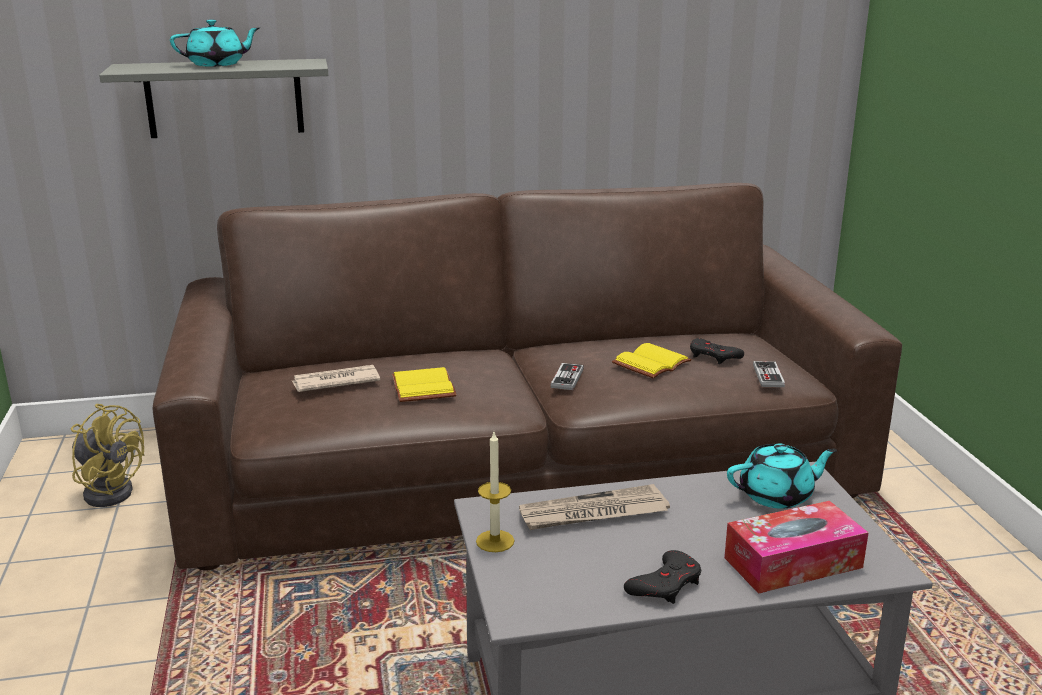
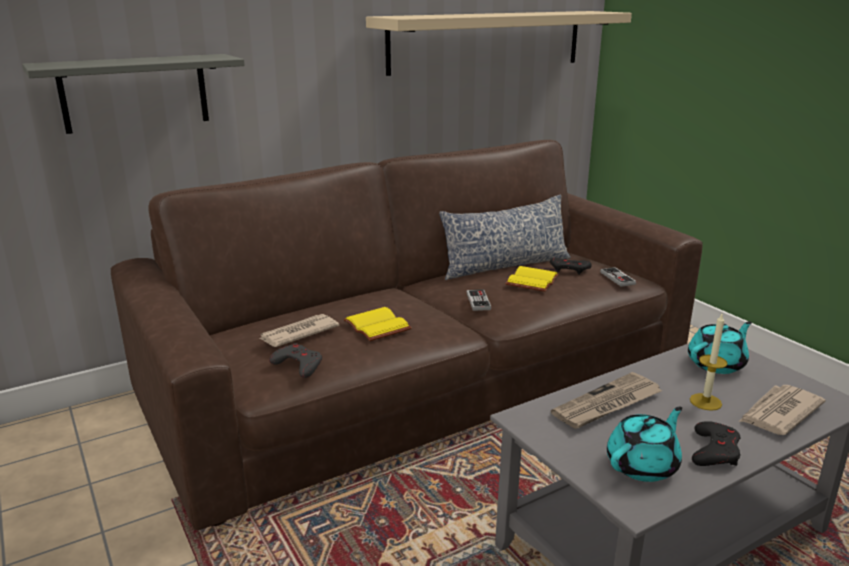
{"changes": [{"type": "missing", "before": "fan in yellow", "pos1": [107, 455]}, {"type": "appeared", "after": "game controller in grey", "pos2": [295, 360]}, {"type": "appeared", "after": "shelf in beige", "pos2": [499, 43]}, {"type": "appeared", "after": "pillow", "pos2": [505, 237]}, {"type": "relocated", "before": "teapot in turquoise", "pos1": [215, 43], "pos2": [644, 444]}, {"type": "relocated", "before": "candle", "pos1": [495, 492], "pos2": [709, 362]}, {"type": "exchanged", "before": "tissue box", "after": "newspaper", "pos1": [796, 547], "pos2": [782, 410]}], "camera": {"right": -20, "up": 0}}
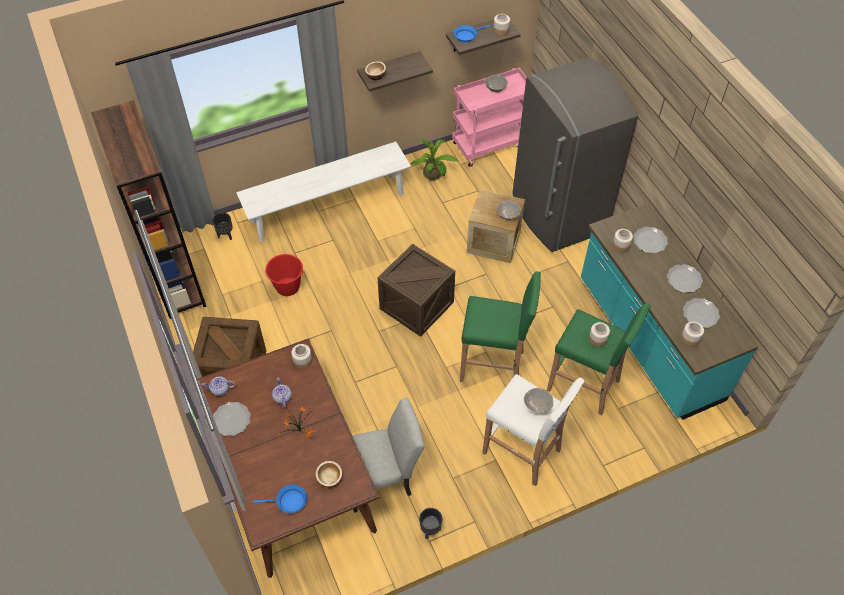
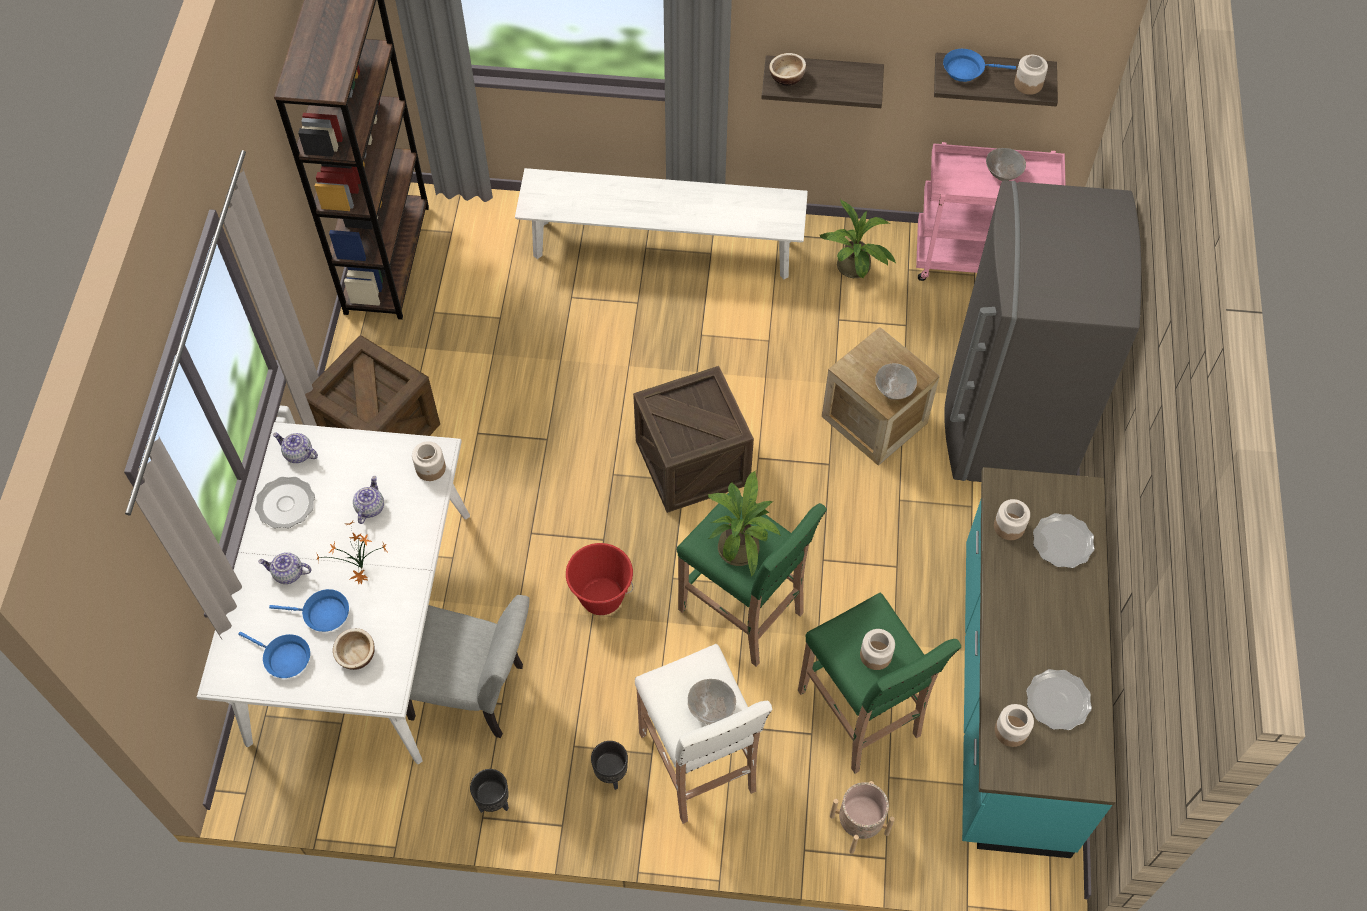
{"changes": [{"type": "missing", "before": "plate", "pos1": [685, 278]}, {"type": "appeared", "after": "teapot", "pos2": [284, 568]}, {"type": "appeared", "after": "frying pan in blue", "pos2": [309, 610]}, {"type": "appeared", "after": "potted plant", "pos2": [744, 524]}, {"type": "appeared", "after": "planter in beige", "pos2": [862, 817]}, {"type": "relocated", "before": "planter in black", "pos1": [222, 226], "pos2": [609, 765]}, {"type": "relocated", "before": "bucket in red", "pos1": [285, 275], "pos2": [599, 579]}, {"type": "colour", "before": "dining table in brown", "after": "dining table in white", "pos1": [288, 458], "pos2": [333, 593]}], "camera": {"right": 30, "up": 5}}
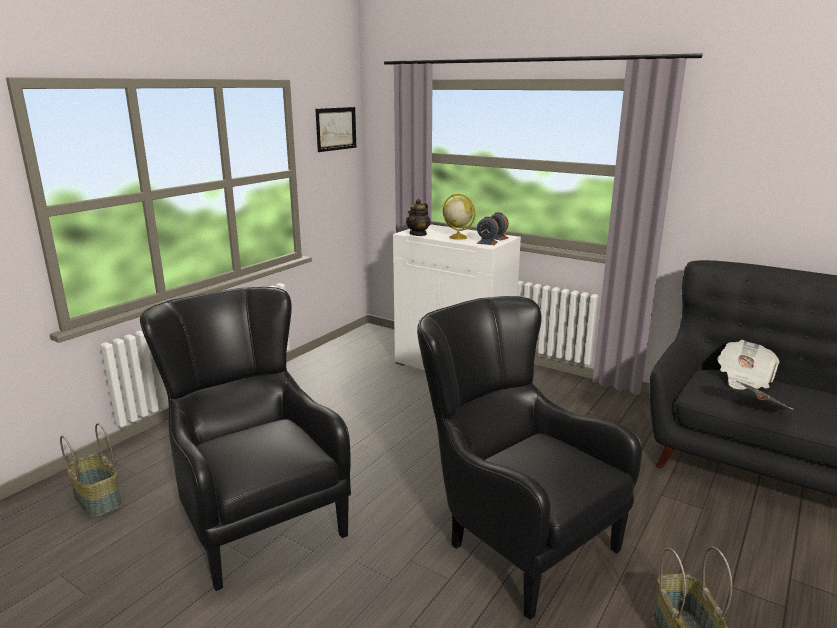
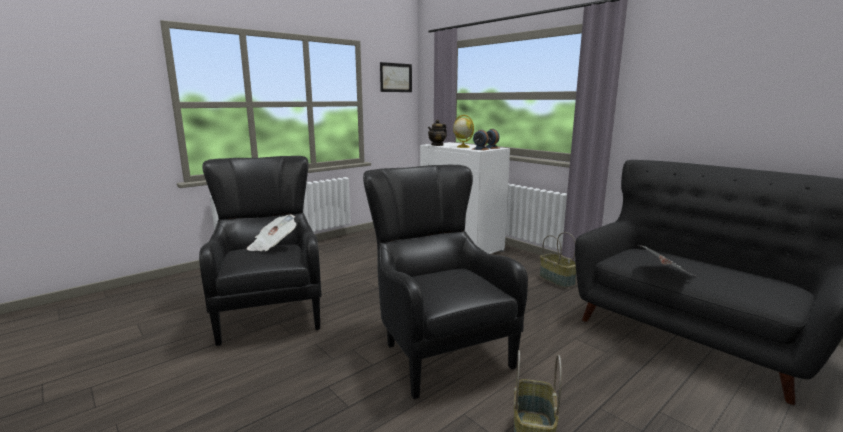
{"changes": [{"type": "relocated", "before": "basket", "pos1": [91, 470], "pos2": [558, 260]}, {"type": "relocated", "before": "newspaper", "pos1": [748, 364], "pos2": [271, 233]}], "camera": {"right": 15, "up": -5}}
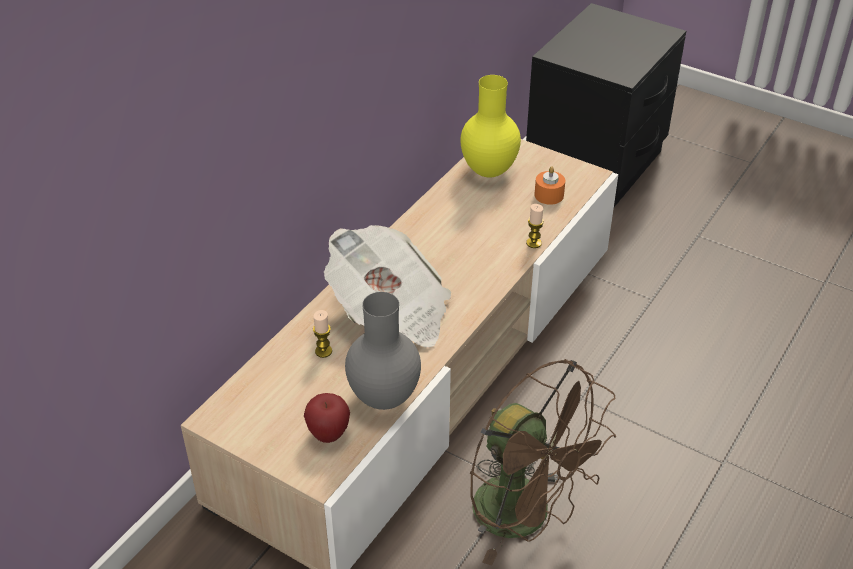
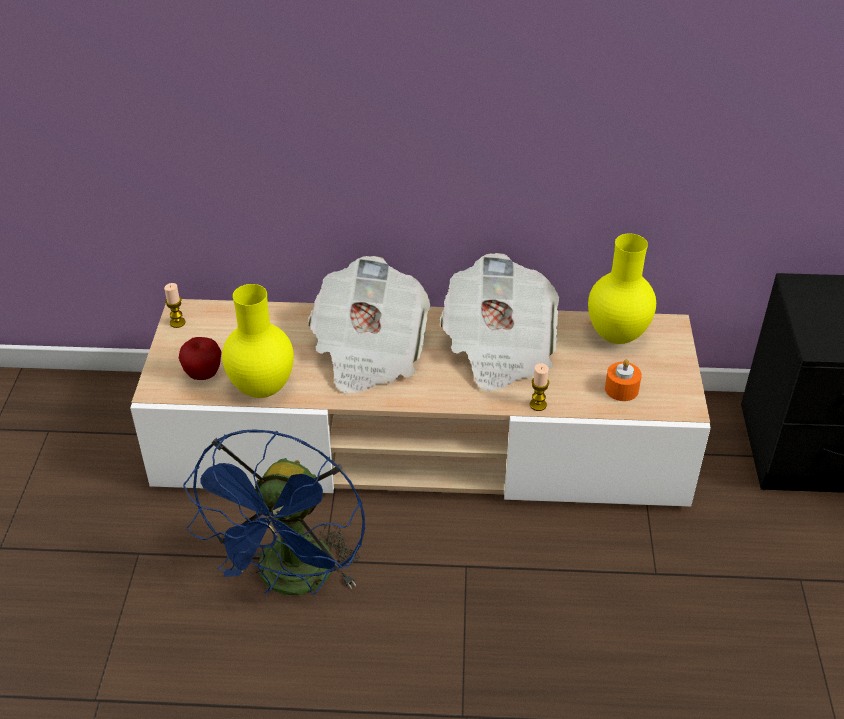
{"changes": [{"type": "appeared", "after": "newspaper", "pos2": [499, 322]}, {"type": "relocated", "before": "candle", "pos1": [322, 334], "pos2": [175, 305]}, {"type": "colour", "before": "vase in grey", "after": "vase in yellow", "pos1": [383, 351], "pos2": [258, 341]}, {"type": "colour", "before": "fan in brown", "after": "fan in blue", "pos1": [543, 462], "pos2": [274, 512]}], "camera": {"right": 60, "up": 0}}
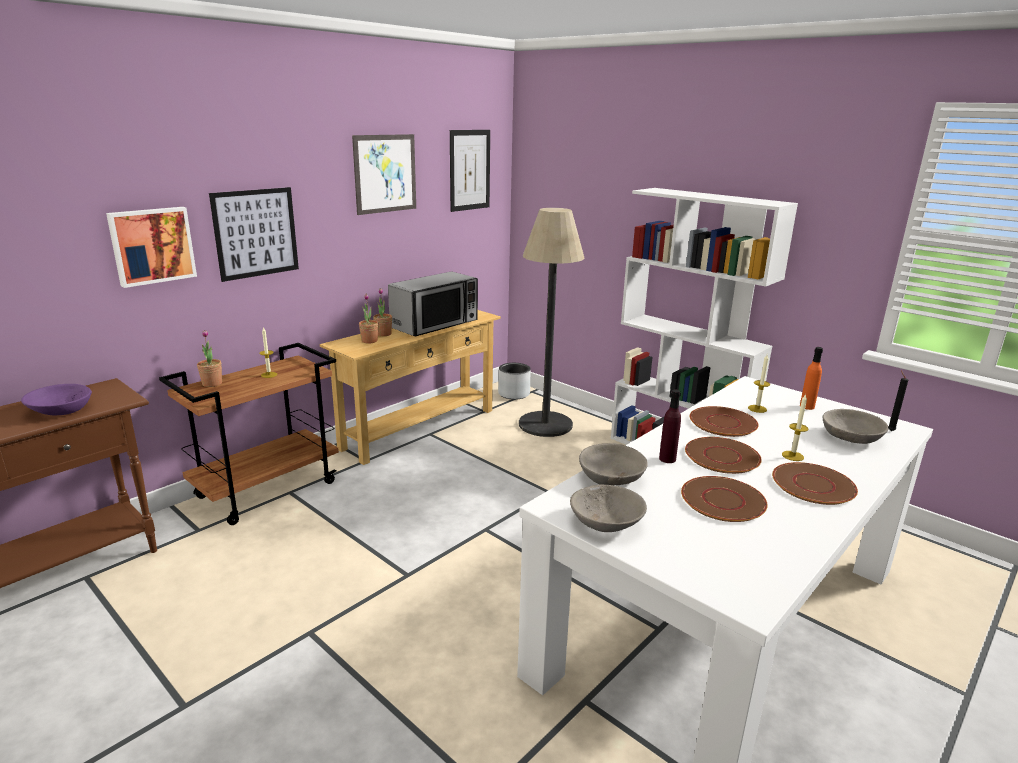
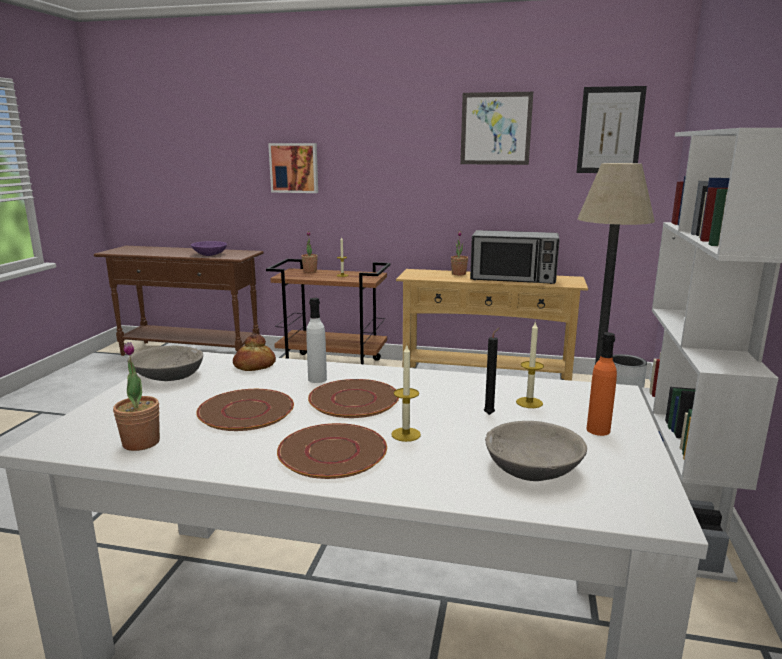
{"changes": [{"type": "missing", "before": "picture", "pos1": [254, 234]}, {"type": "missing", "before": "plate in brown", "pos1": [724, 421]}, {"type": "relocated", "before": "potted plant", "pos1": [369, 318], "pos2": [136, 396]}, {"type": "relocated", "before": "candle in black", "pos1": [898, 401], "pos2": [491, 371]}, {"type": "exchanged", "before": "bowl in grey", "after": "bread", "pos1": [613, 464], "pos2": [254, 352]}, {"type": "colour", "before": "bottle in purple", "after": "bottle in white", "pos1": [670, 426], "pos2": [316, 340]}], "camera": {"right": 60, "up": -5}}
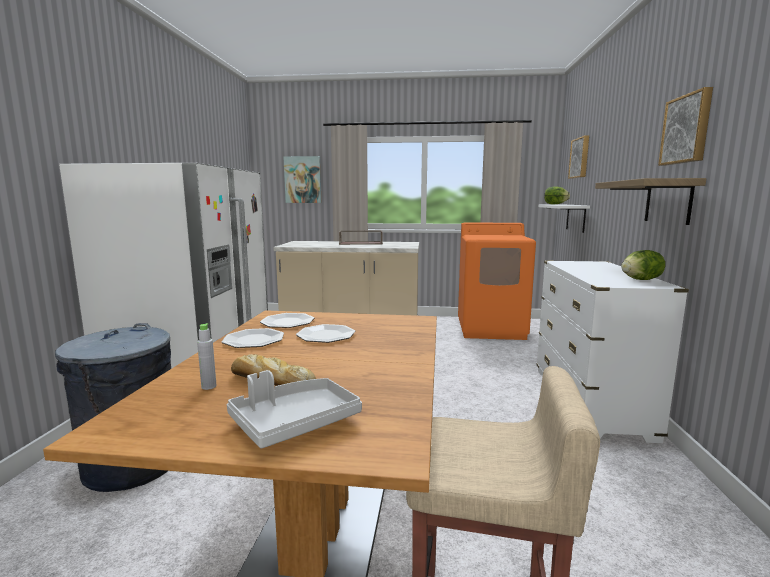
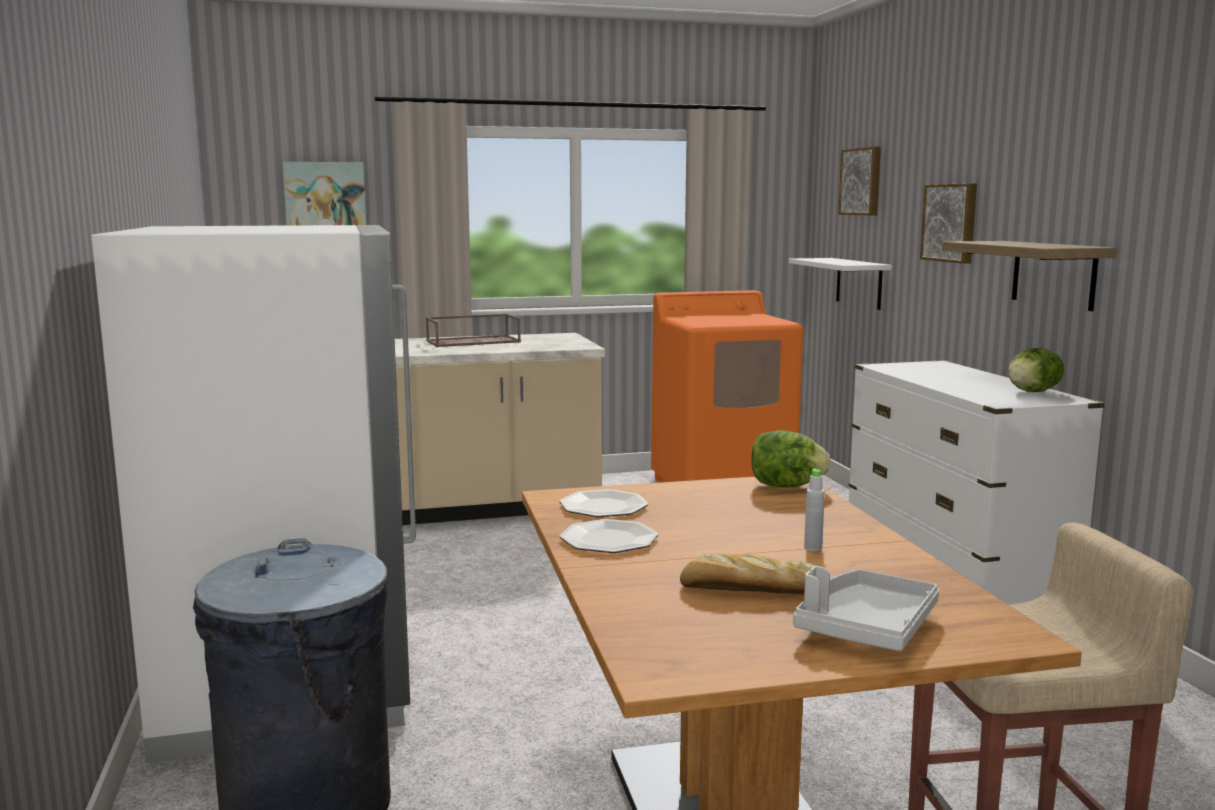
{"changes": [{"type": "missing", "before": "plate", "pos1": [325, 333]}, {"type": "relocated", "before": "bottle in grey", "pos1": [206, 356], "pos2": [814, 509]}, {"type": "relocated", "before": "lettuce", "pos1": [557, 195], "pos2": [791, 458]}, {"type": "relocated", "before": "picture", "pos1": [685, 126], "pos2": [948, 223]}], "camera": {"right": -20, "up": 0}}
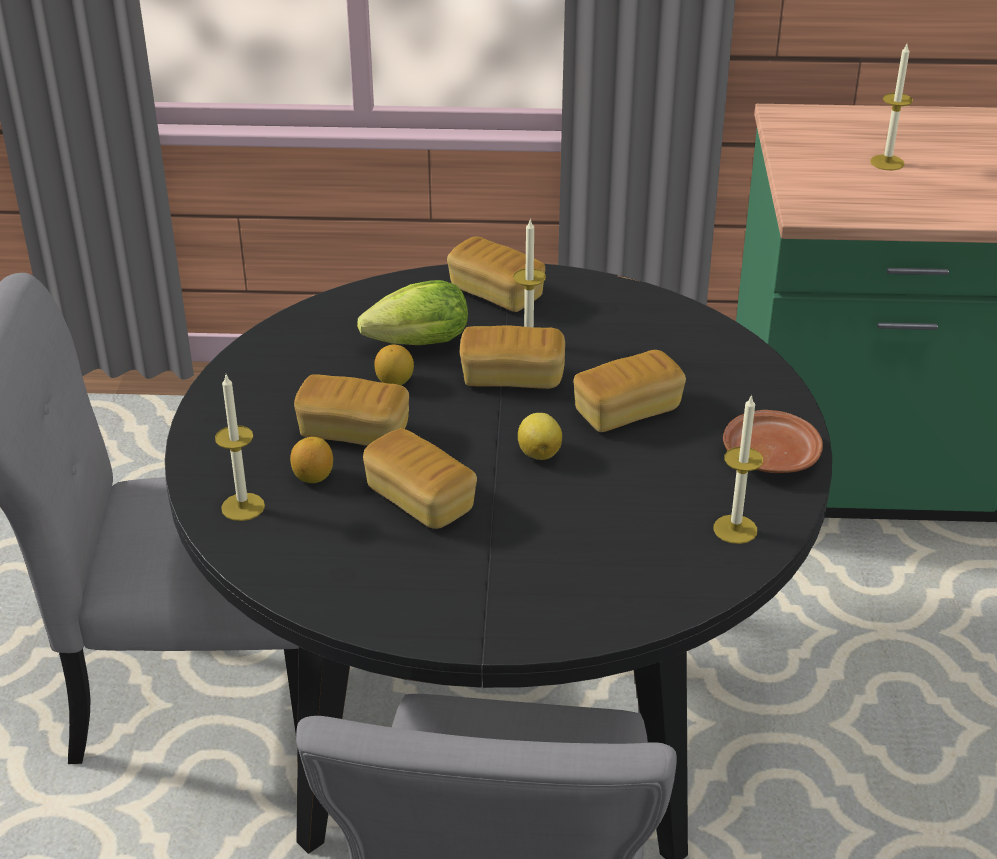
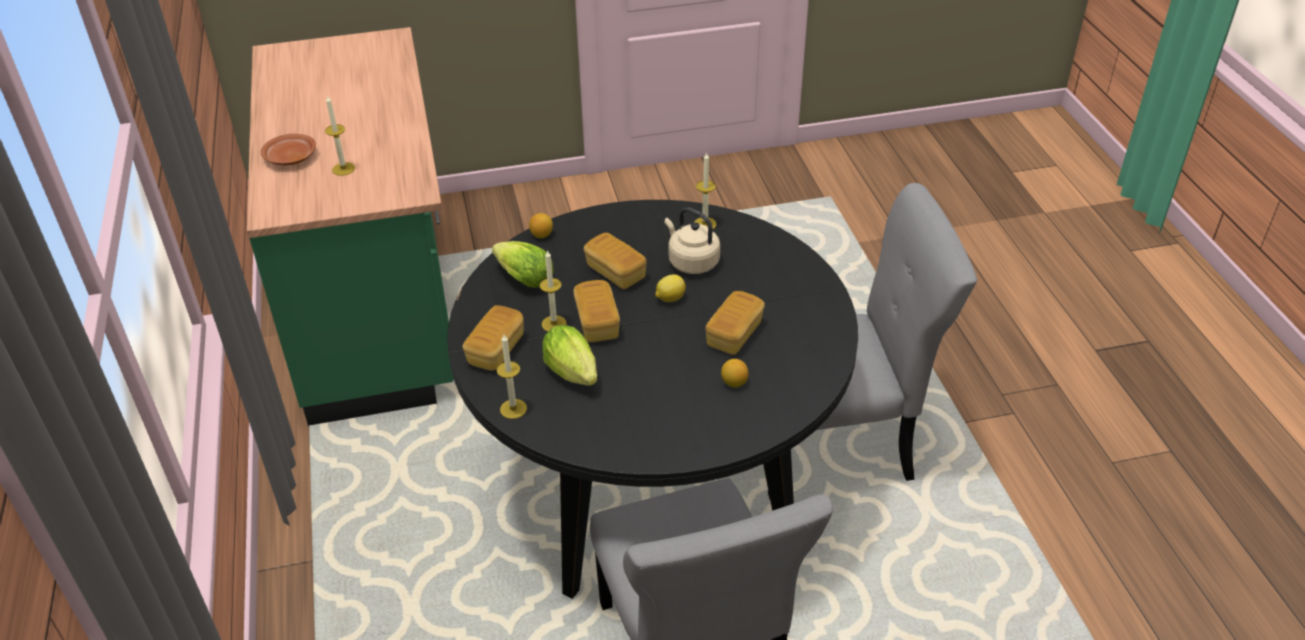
{"changes": [{"type": "missing", "before": "bread", "pos1": [351, 410]}, {"type": "appeared", "after": "lettuce", "pos2": [523, 264]}, {"type": "appeared", "after": "kettle in beige", "pos2": [692, 240]}, {"type": "relocated", "before": "candle", "pos1": [240, 448], "pos2": [512, 377]}, {"type": "relocated", "before": "lemon", "pos1": [394, 364], "pos2": [541, 225]}, {"type": "relocated", "before": "plate in brown", "pos1": [773, 441], "pos2": [288, 149]}], "camera": {"right": -105, "up": 5}}
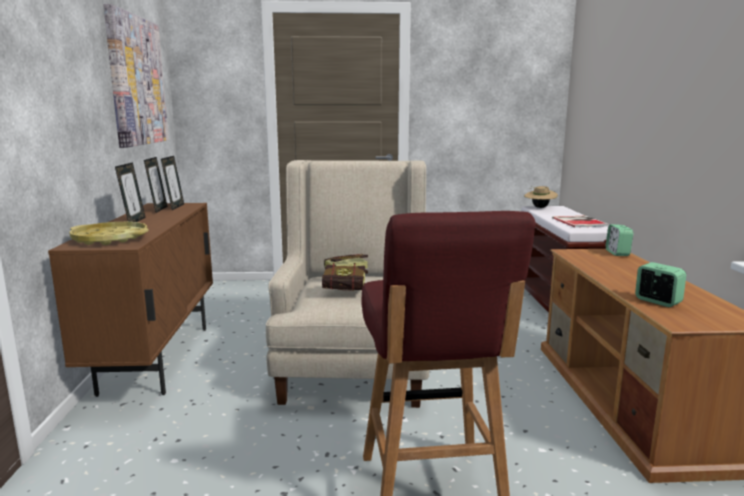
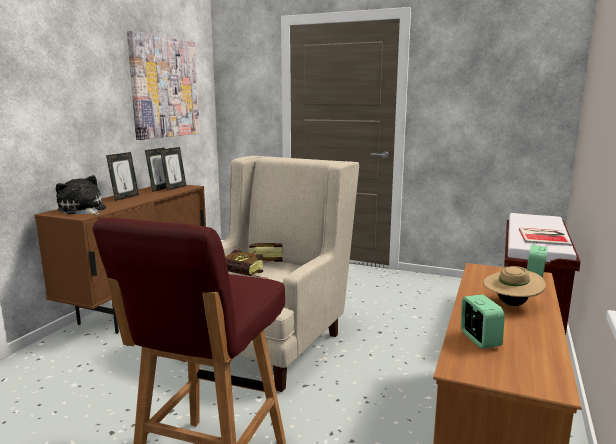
{"changes": [{"type": "relocated", "before": "hat in beige", "pos1": [541, 197], "pos2": [514, 285]}, {"type": "exchanged", "before": "tray in yellow", "after": "plush toy", "pos1": [109, 233], "pos2": [81, 195]}], "camera": {"right": 25, "up": 0}}
